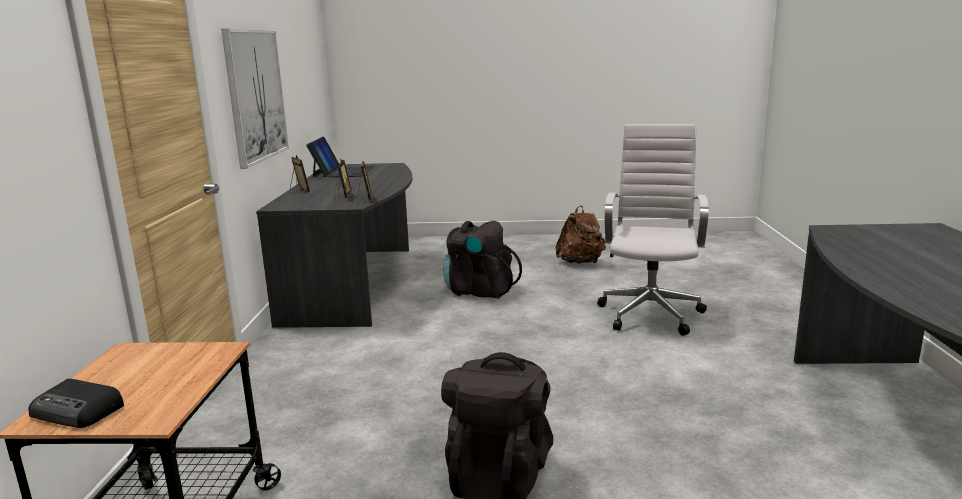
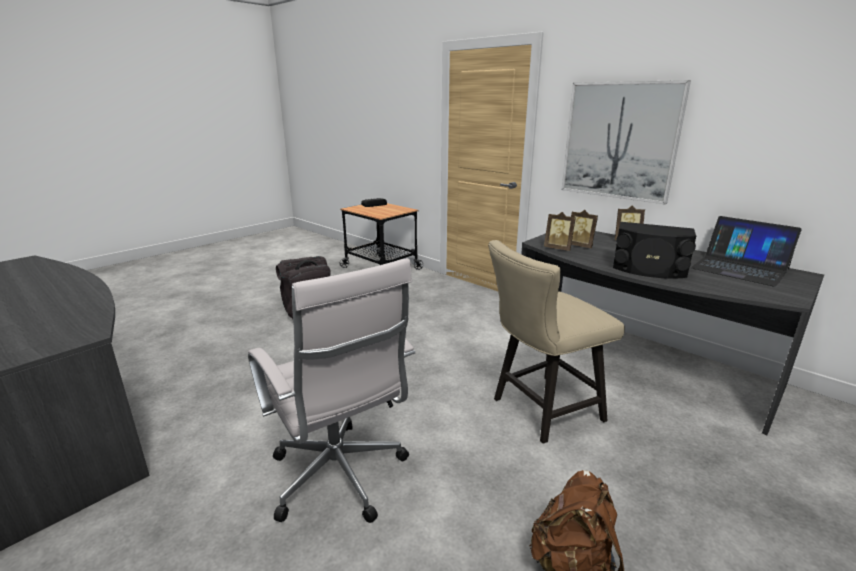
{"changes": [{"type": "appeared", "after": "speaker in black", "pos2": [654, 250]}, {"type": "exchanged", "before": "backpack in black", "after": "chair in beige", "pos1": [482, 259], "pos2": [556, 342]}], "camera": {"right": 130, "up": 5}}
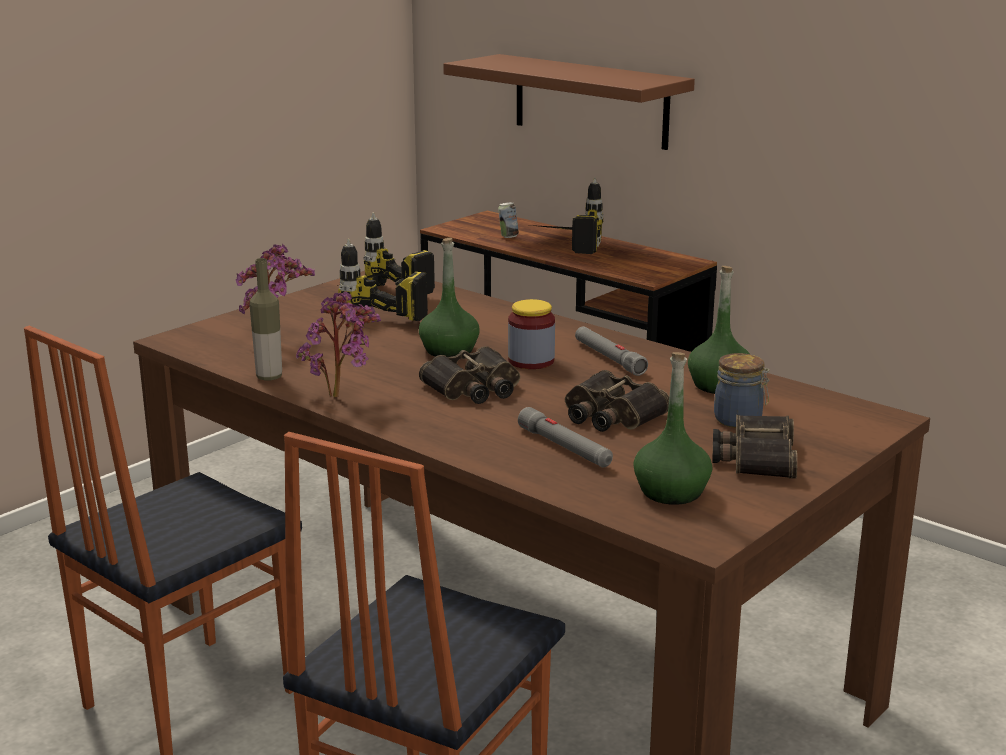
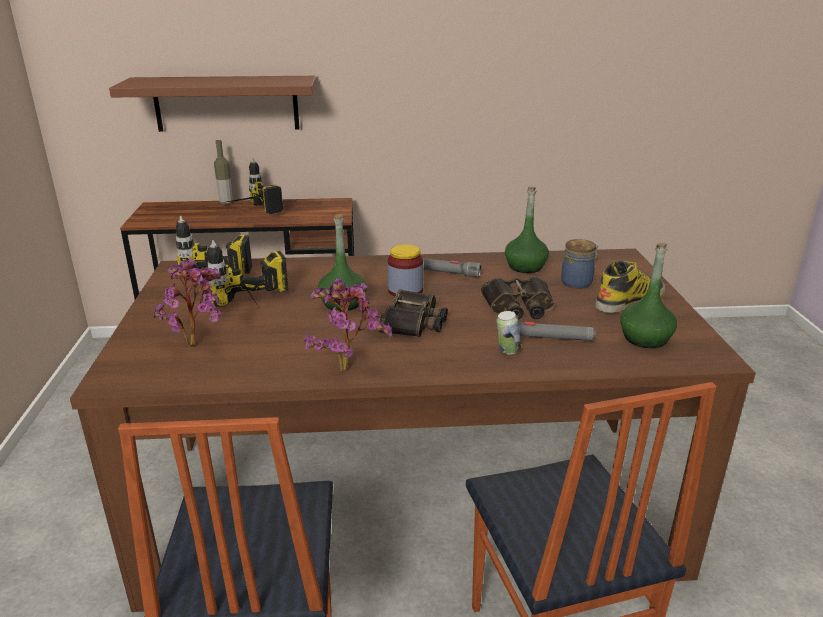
{"changes": [{"type": "relocated", "before": "bottle", "pos1": [265, 319], "pos2": [223, 172]}, {"type": "relocated", "before": "can", "pos1": [508, 220], "pos2": [508, 332]}, {"type": "exchanged", "before": "binoculars", "after": "boot", "pos1": [755, 446], "pos2": [630, 287]}], "camera": {"right": -45, "up": 5}}
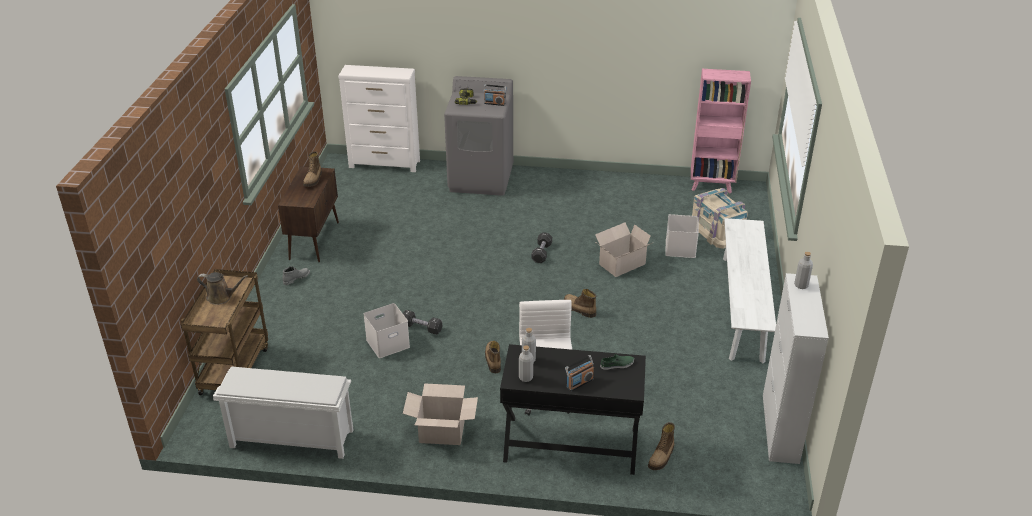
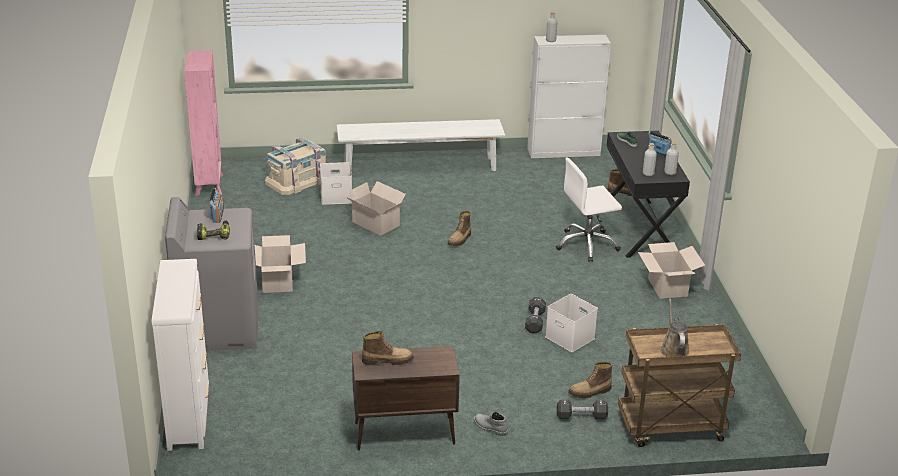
{"changes": [{"type": "missing", "before": "shoe rack in white", "pos1": [283, 412]}, {"type": "appeared", "after": "cardboard box", "pos2": [280, 264]}, {"type": "relocated", "before": "boot", "pos1": [493, 357], "pos2": [590, 380]}, {"type": "relocated", "before": "dumbbell in black", "pos1": [541, 247], "pos2": [582, 410]}], "camera": {"right": -105, "up": -5}}
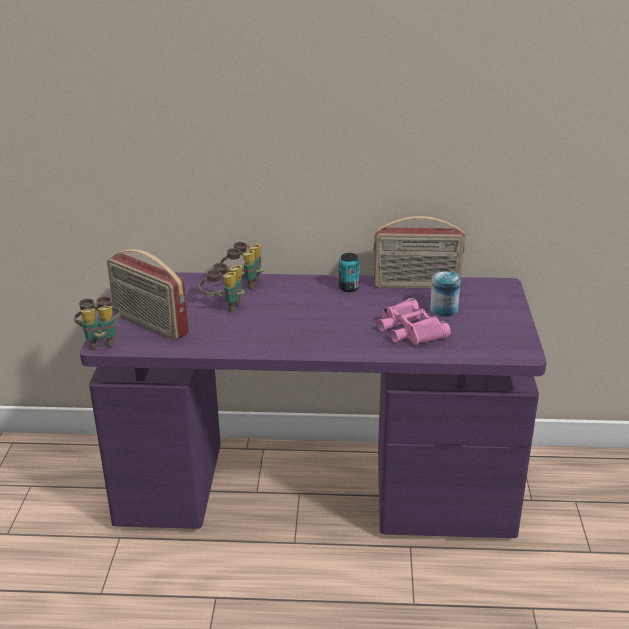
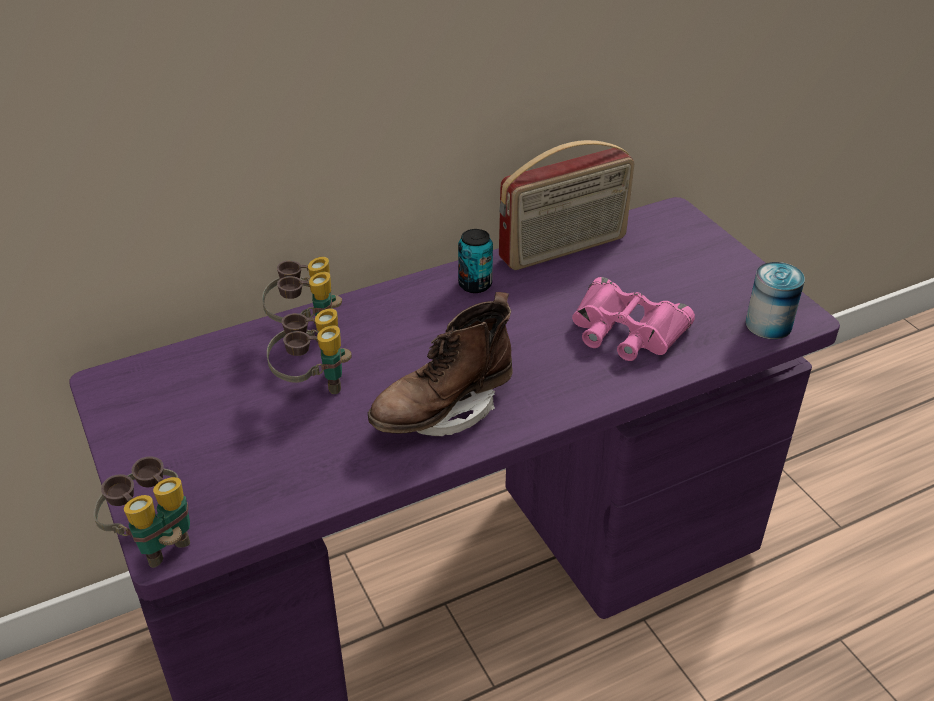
{"changes": [{"type": "missing", "before": "radio", "pos1": [148, 294]}, {"type": "appeared", "after": "boot in brown", "pos2": [440, 364]}, {"type": "relocated", "before": "can", "pos1": [445, 294], "pos2": [775, 300]}], "camera": {"right": -30, "up": 10}}
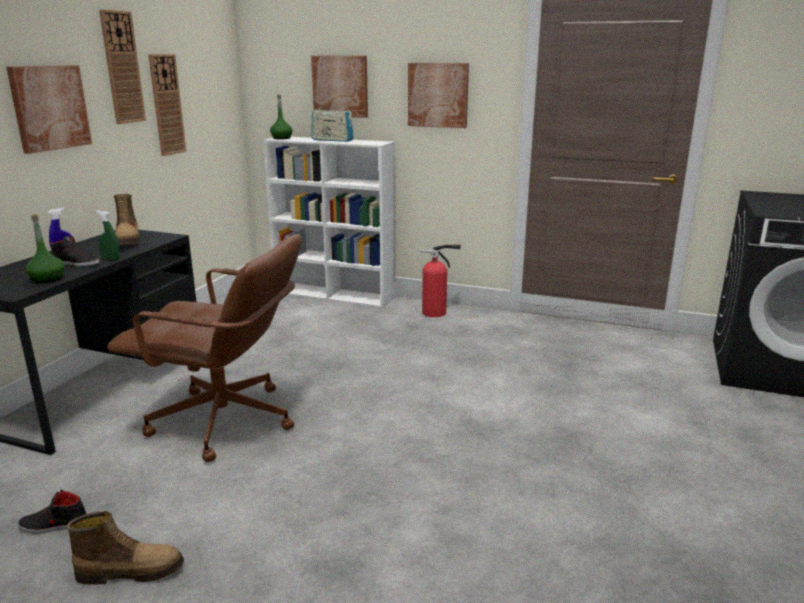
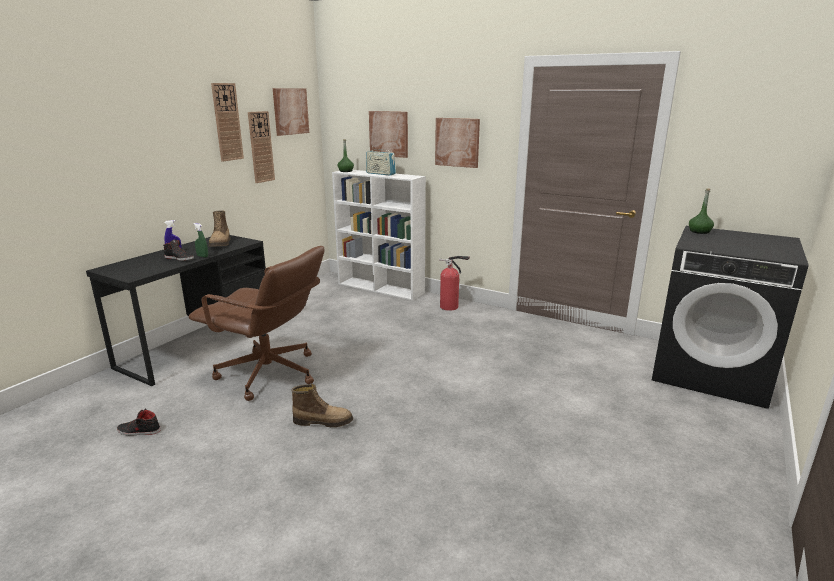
{"changes": [{"type": "relocated", "before": "picture", "pos1": [49, 109], "pos2": [291, 112]}, {"type": "relocated", "before": "bottle in green", "pos1": [45, 248], "pos2": [701, 211]}, {"type": "relocated", "before": "boot", "pos1": [125, 548], "pos2": [322, 405]}], "camera": {"right": 10, "up": 0}}
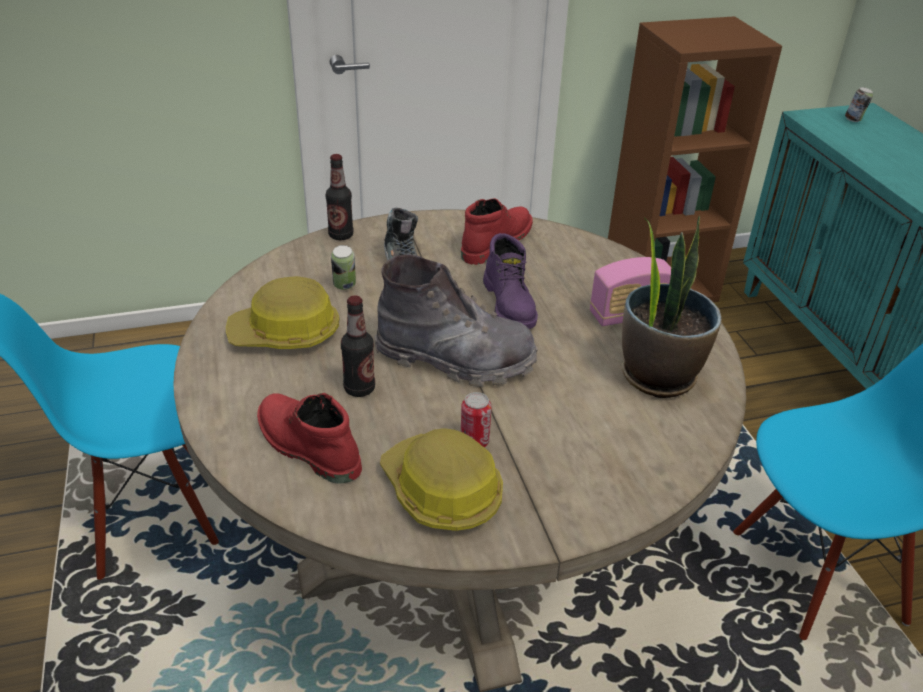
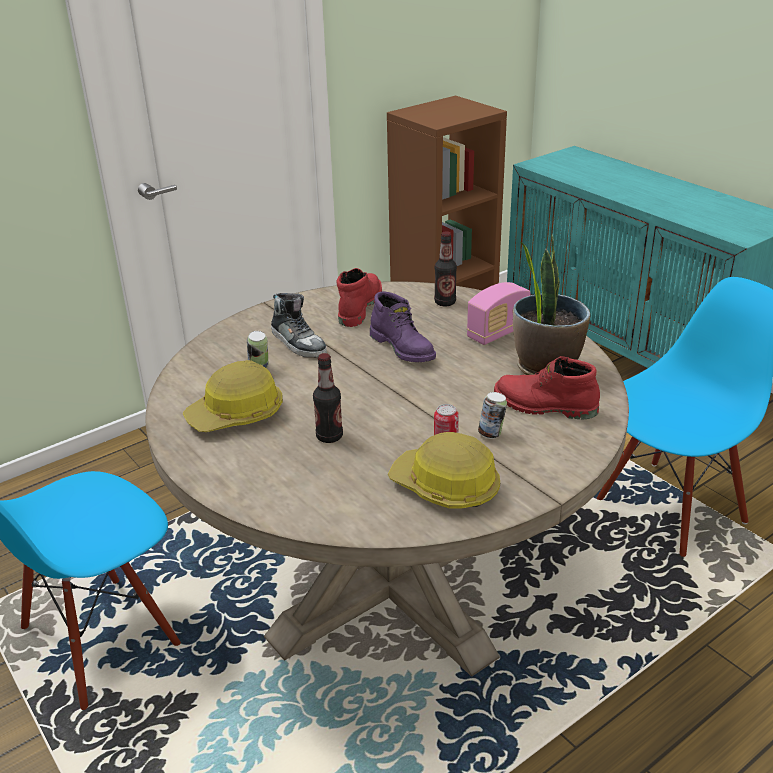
{"changes": [{"type": "missing", "before": "boot in grey", "pos1": [456, 320]}, {"type": "relocated", "before": "boot in red", "pos1": [309, 438], "pos2": [547, 387]}, {"type": "relocated", "before": "bottle", "pos1": [339, 197], "pos2": [445, 269]}, {"type": "relocated", "before": "can", "pos1": [859, 104], "pos2": [492, 415]}], "camera": {"right": -20, "up": -5}}
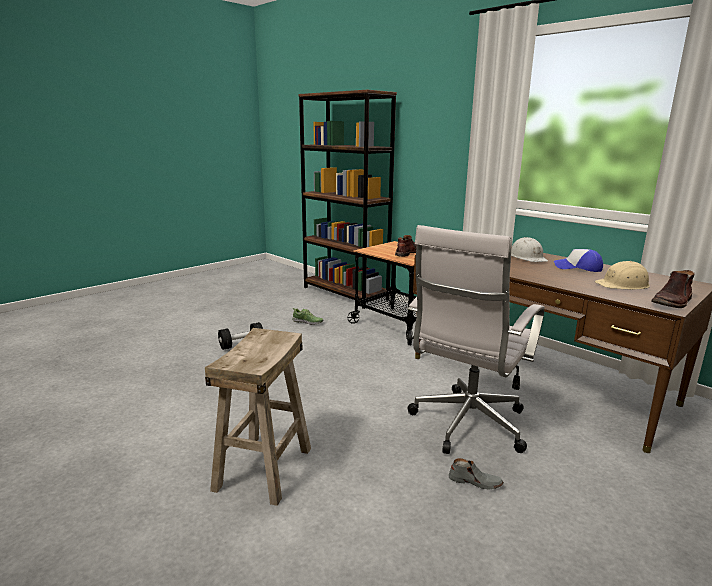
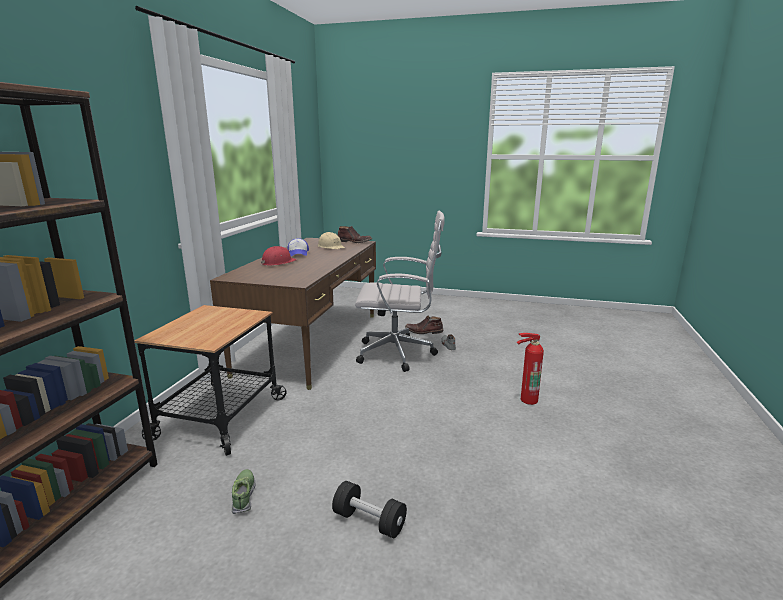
{"changes": [{"type": "relocated", "before": "boot in brown", "pos1": [406, 246], "pos2": [424, 325]}, {"type": "exchanged", "before": "stool in beige", "after": "fire extinguisher", "pos1": [258, 417], "pos2": [530, 369]}, {"type": "colour", "before": "hard hat in white", "after": "hard hat in red", "pos1": [529, 249], "pos2": [279, 256]}], "camera": {"right": -120, "up": 0}}
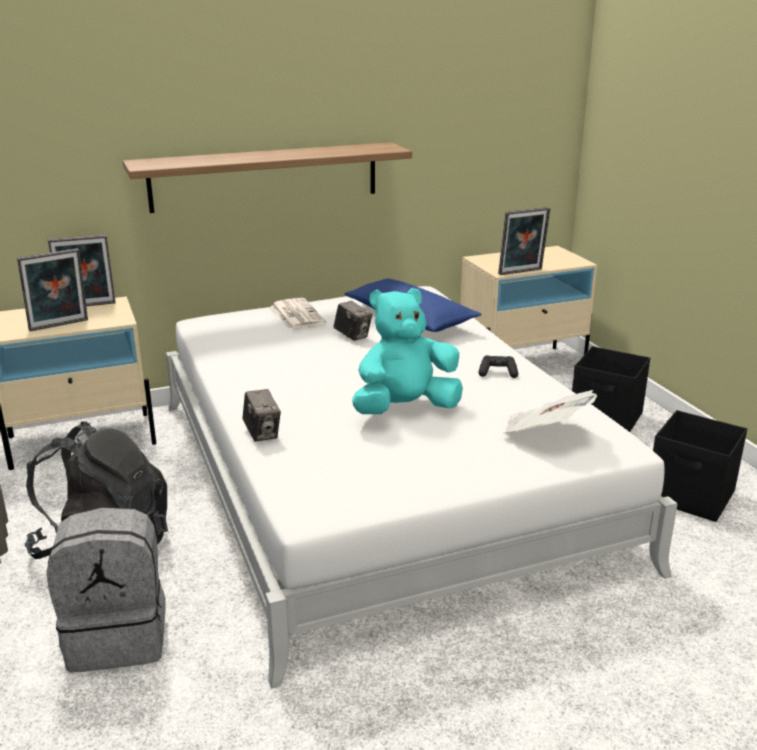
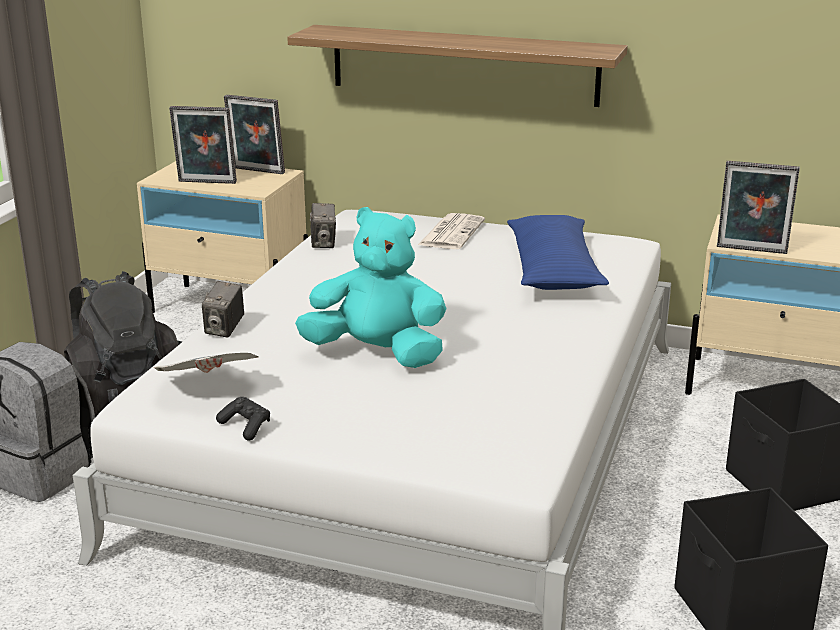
{"changes": [{"type": "relocated", "before": "photo camera", "pos1": [352, 321], "pos2": [323, 225]}, {"type": "relocated", "before": "game controller in black", "pos1": [498, 366], "pos2": [243, 419]}, {"type": "relocated", "before": "newspaper", "pos1": [550, 412], "pos2": [206, 363]}], "camera": {"right": 40, "up": 0}}
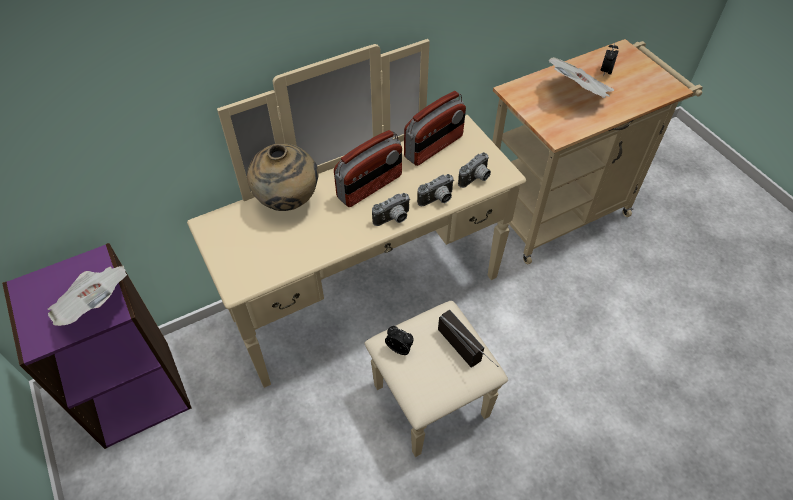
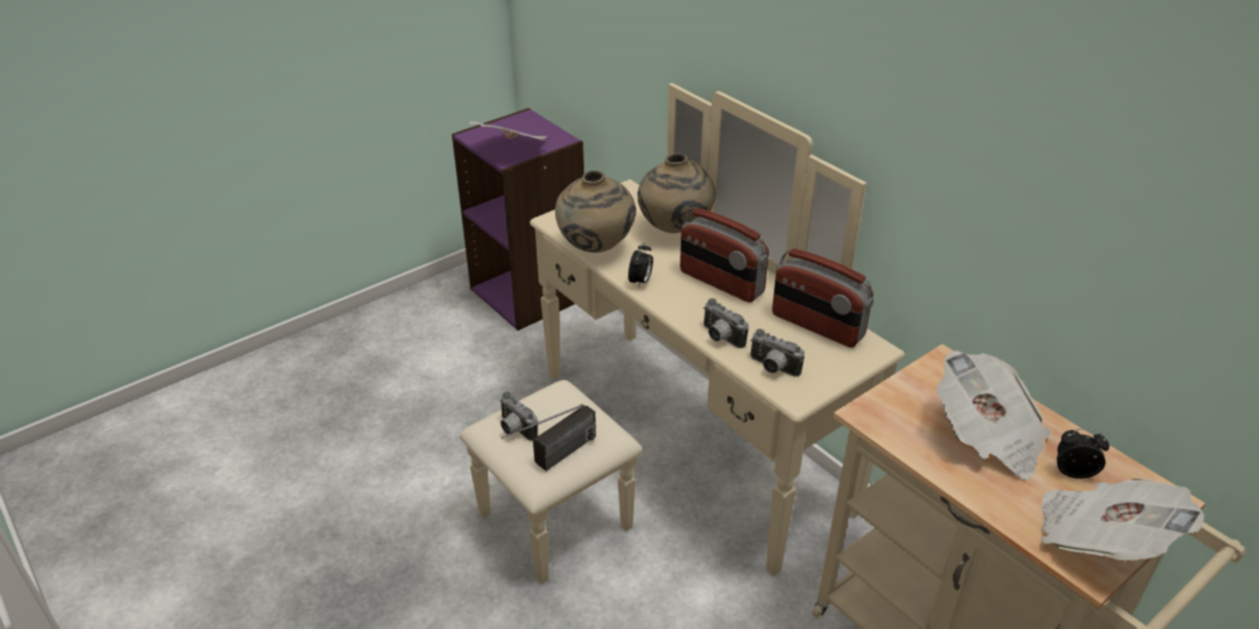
{"changes": [{"type": "appeared", "after": "vase in beige", "pos2": [595, 211]}, {"type": "appeared", "after": "newspaper", "pos2": [1122, 520]}, {"type": "relocated", "before": "photo camera", "pos1": [391, 209], "pos2": [519, 416]}, {"type": "relocated", "before": "alarm clock", "pos1": [399, 340], "pos2": [640, 265]}], "camera": {"right": 80, "up": -15}}
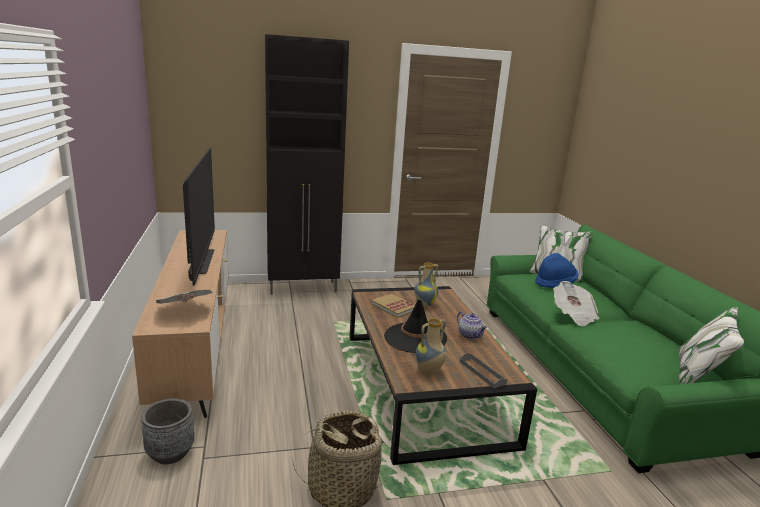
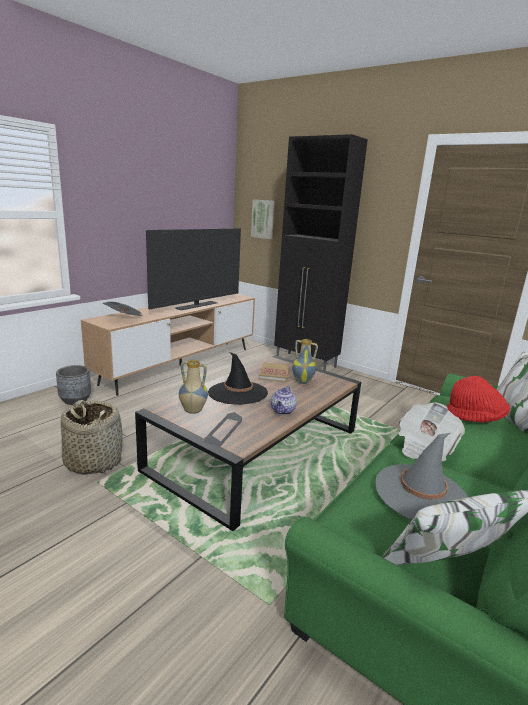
{"changes": [{"type": "appeared", "after": "picture", "pos2": [262, 219]}, {"type": "appeared", "after": "hat in grey", "pos2": [421, 476]}, {"type": "colour", "before": "hat in blue", "after": "hat in red", "pos1": [556, 270], "pos2": [478, 399]}], "camera": {"right": 50, "up": 0}}
